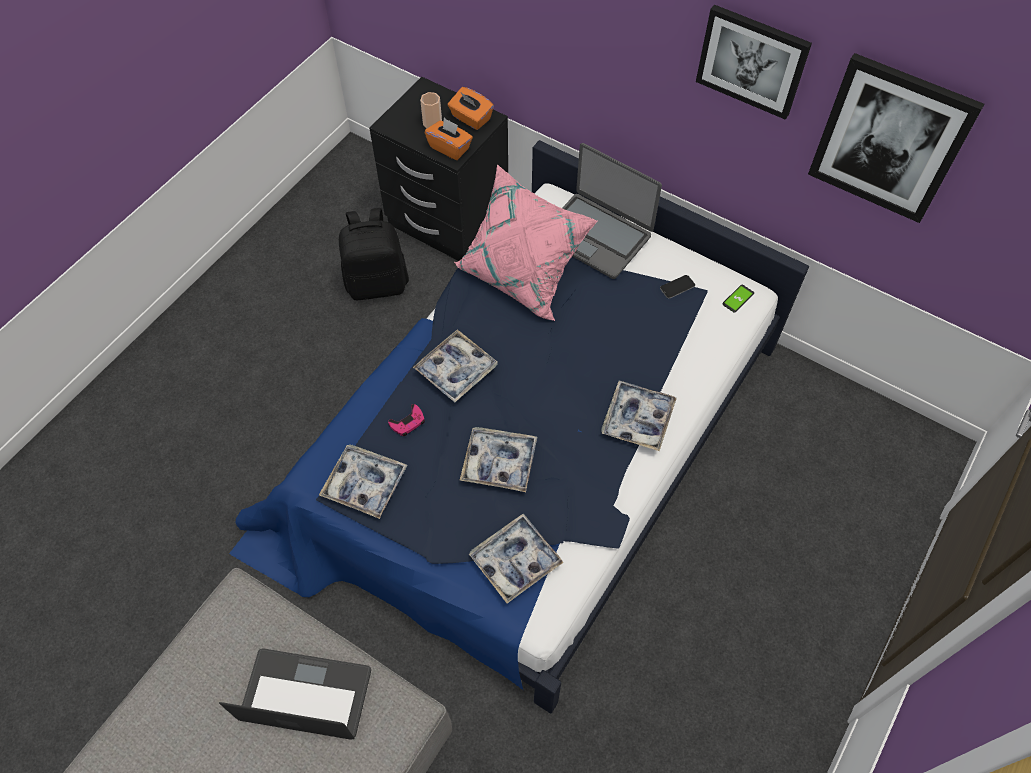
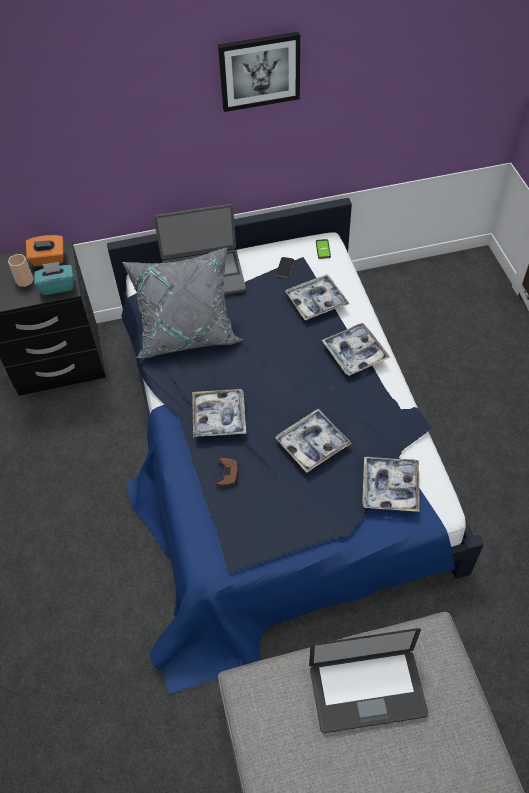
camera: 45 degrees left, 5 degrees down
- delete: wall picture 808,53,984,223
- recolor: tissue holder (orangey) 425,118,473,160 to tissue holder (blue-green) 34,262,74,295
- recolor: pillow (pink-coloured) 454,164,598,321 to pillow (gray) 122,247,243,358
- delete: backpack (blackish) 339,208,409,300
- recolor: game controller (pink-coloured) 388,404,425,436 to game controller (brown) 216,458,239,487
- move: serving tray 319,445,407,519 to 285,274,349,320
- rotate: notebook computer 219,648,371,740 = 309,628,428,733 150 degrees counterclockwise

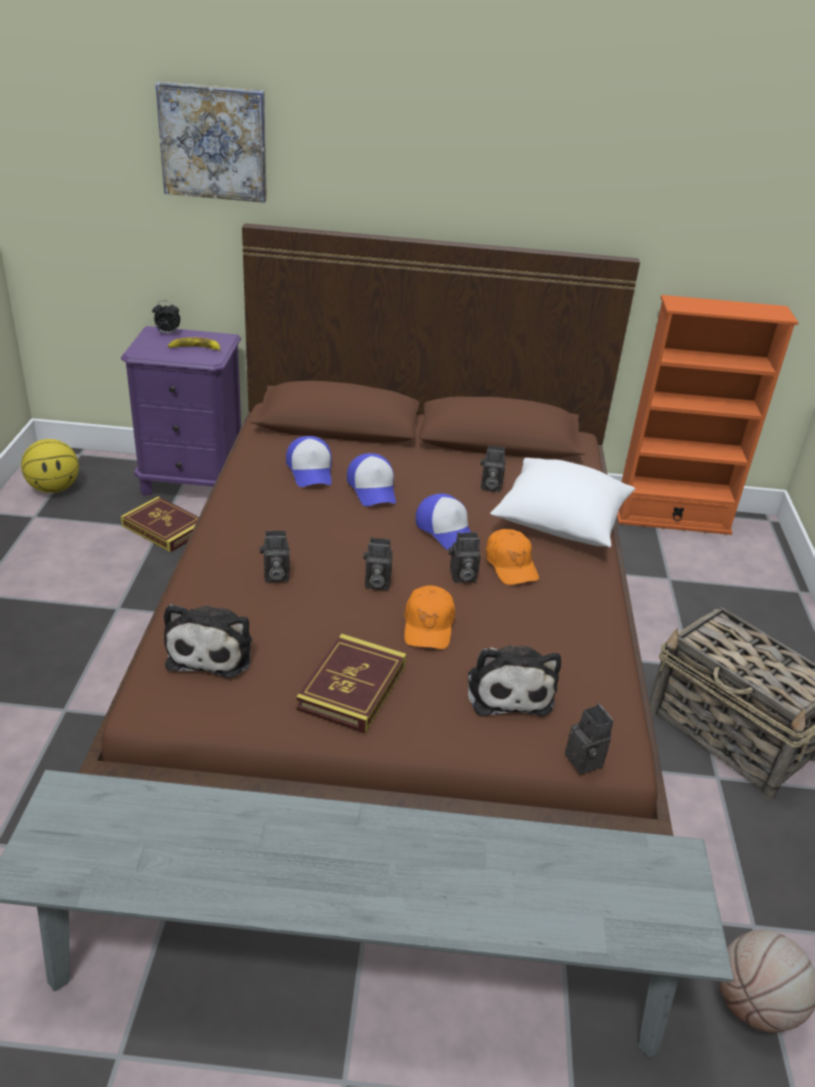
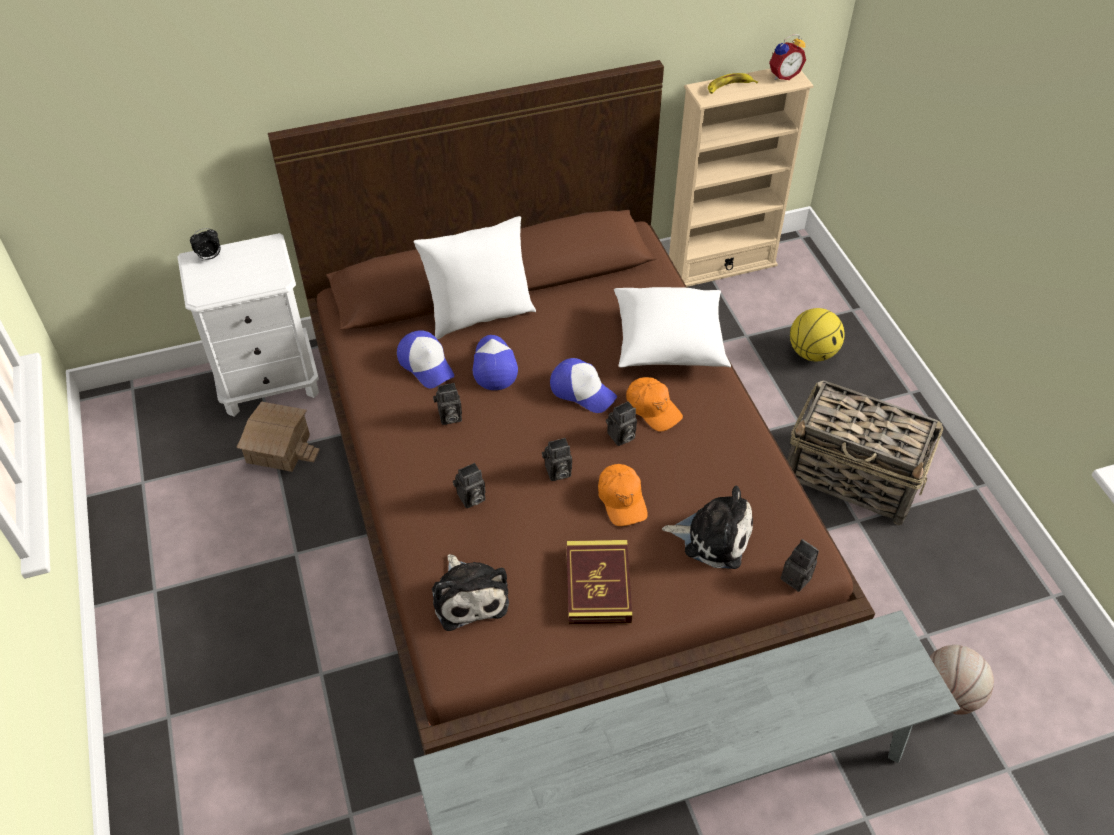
camera: 20 degrees left, 15 degrees up
- delete: wall picture 155,82,267,203
- recolor: bookcase (orangey) 617,295,799,535 to bookcase (beige-coloured) 669,68,814,287
- recolor: night table (purple) 121,326,241,496 to night table (whitish) 177,233,319,417
- move: banana fruit 168,337,221,351 to 708,73,758,94
- move: basketball 21,439,79,493 to 790,308,844,361
- move: photo camera 480,446,506,492 to 433,383,462,425
- rotate: peaked cap 347,453,396,506 = 473,335,518,390 150 degrees counterclockwise
- replace: book 121,496,199,552 to miniature house 236,402,320,472
- rotate: cuddly toy 468,645,561,716 = 662,485,753,569 45 degrees counterclockwise
- insert: alarm clock 769,34,806,80
- insert: pillow (whitish) 414,216,536,339

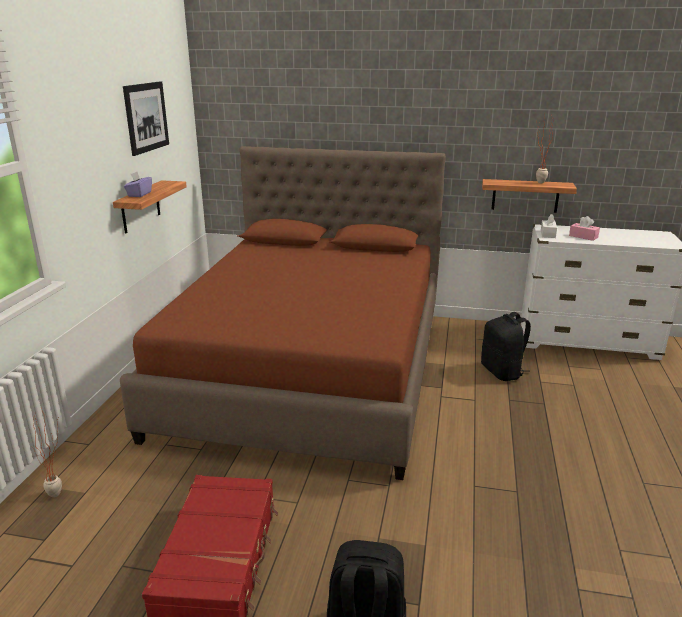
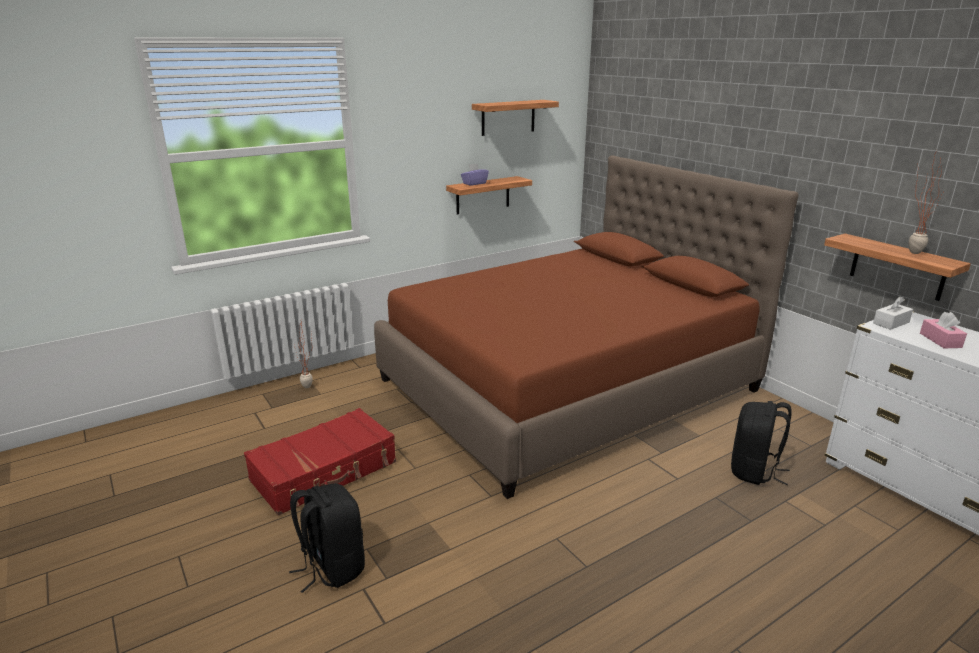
camera: 45 degrees right, 0 degrees up
- replace: wall picture 123,81,169,156 to shelf 472,100,559,136

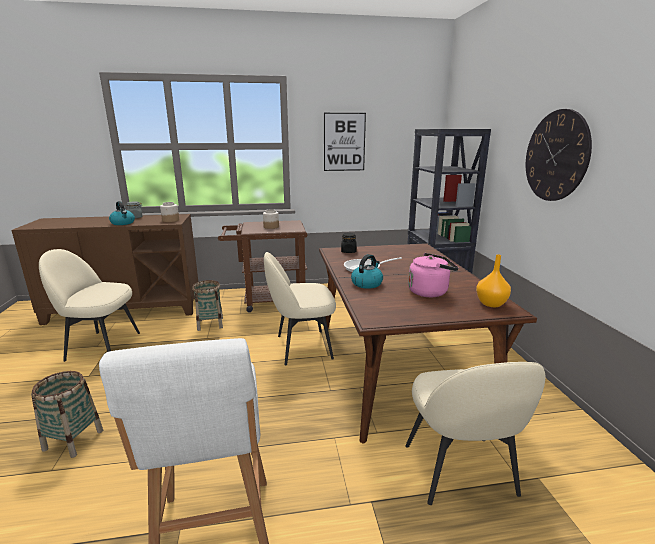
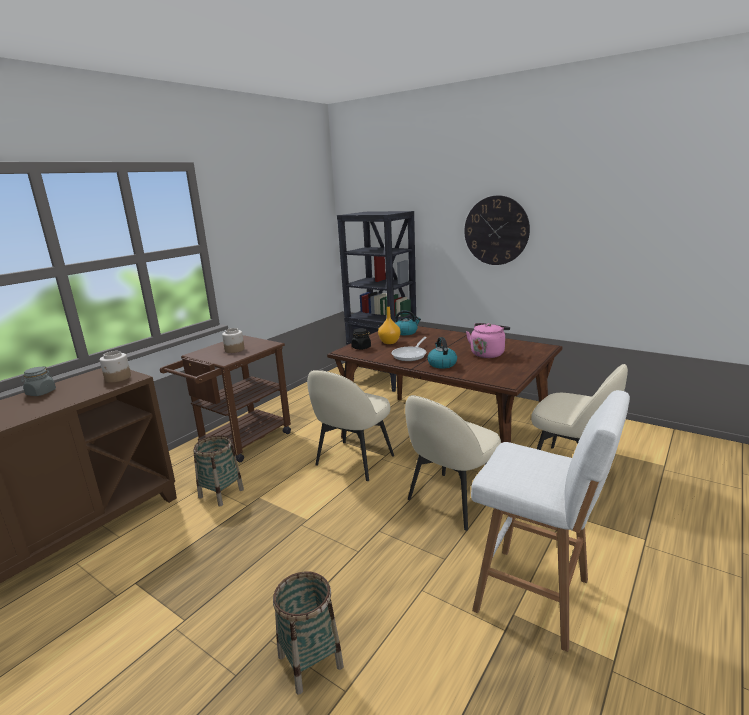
camera: 45 degrees left, 0 degrees up
- delete: wall picture 324,113,366,171
- move: kettle 109,201,135,225 to 395,310,421,335
- move: upright chair (beige-coloured) 39,249,140,362 to 405,395,501,531
- move: decorative vase (orangey) 476,254,511,307 to 378,307,401,344

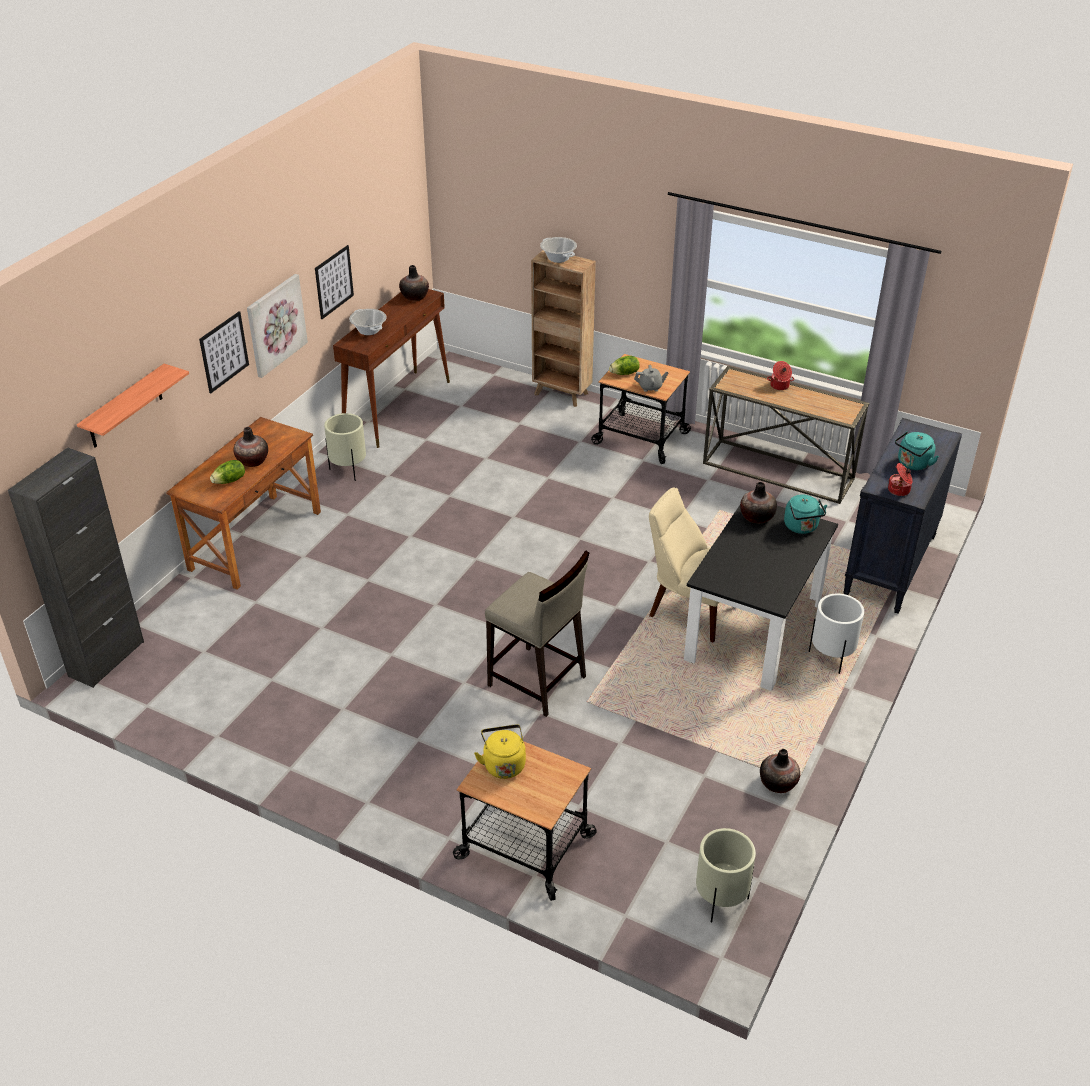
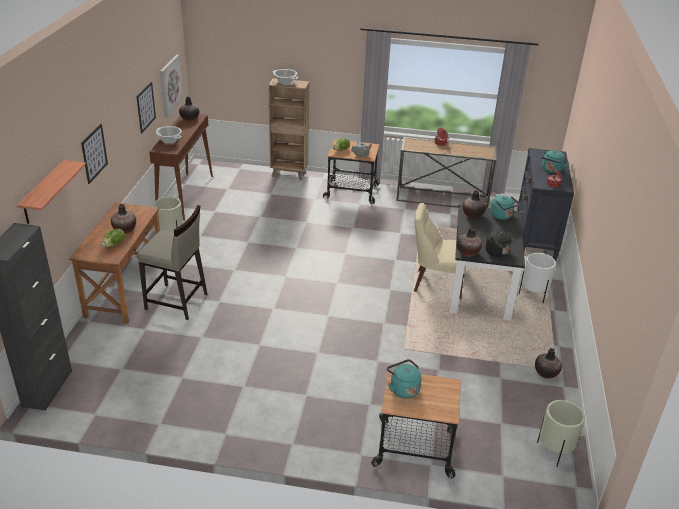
camera: 20 degrees left, 5 degrees down
- move: wall picture 247,274,308,378 to 160,54,183,117
- move: stool seat (beige-coloured) 485,550,589,717 to 137,205,207,320
- recolor: kettle (yellow) 474,724,526,779 to kettle (blue-green) 387,359,421,399
- insert: decorative vase 457,227,482,257
- insert: kettle (blackish) 485,231,516,257

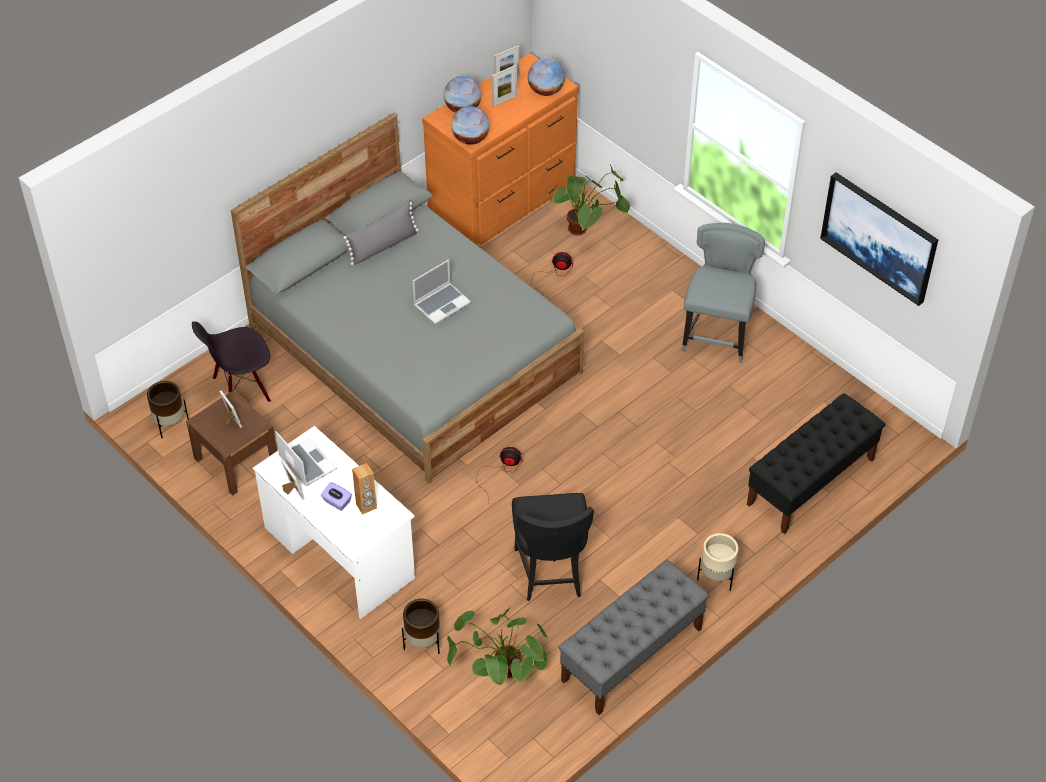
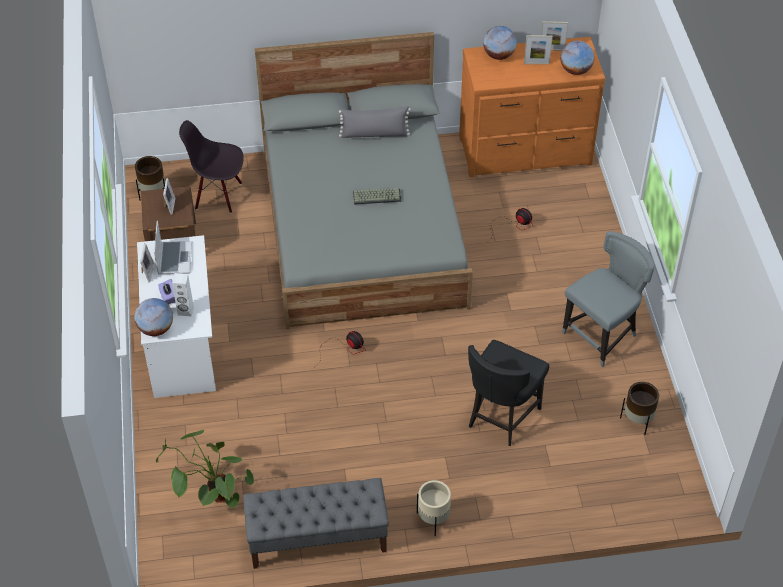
camera: 35 degrees right, 0 degrees up
- move: world globe 451,106,489,145 to 134,298,173,336
- delete: plant in a pot 549,165,630,235
- delete: wall picture 820,172,938,306
- replace: notebook computer 413,259,471,324 to PC keyboard 353,188,401,205
- delete: bench (blackish) 747,393,885,534
- recolor: speaker (brown) 352,463,377,515 to speaker (whitish) 172,273,194,316
- move: upright chair (blackish) 512,493,594,601 to 468,340,549,446
- move: plant pot (brown) 402,599,440,654 to 620,382,659,435

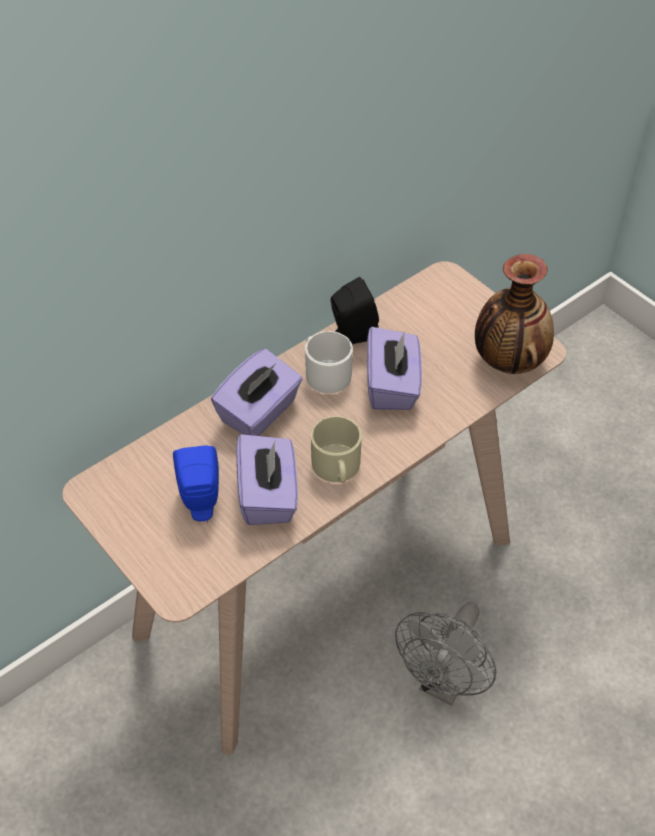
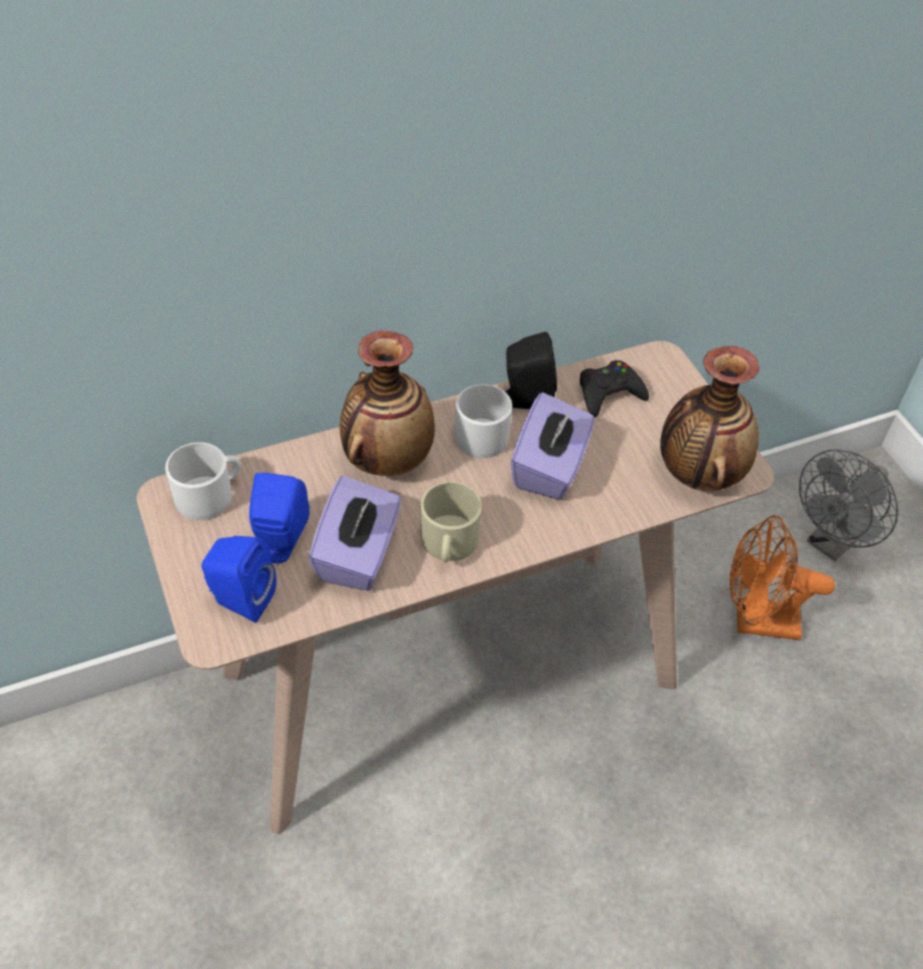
camera: 15 degrees right, 0 degrees up
- replace: tissue holder (purple) 211,349,303,436 to decorative vase 340,331,435,476
- move: fan (gray) 395,602,496,706 to 799,449,898,562
- insert: game controller (blackish) 580,360,649,417
- insert: tea mug (whitish) 165,442,241,520
- insert: fan (orangey) 730,515,835,640
- insert: speaker (blue) 201,536,276,623

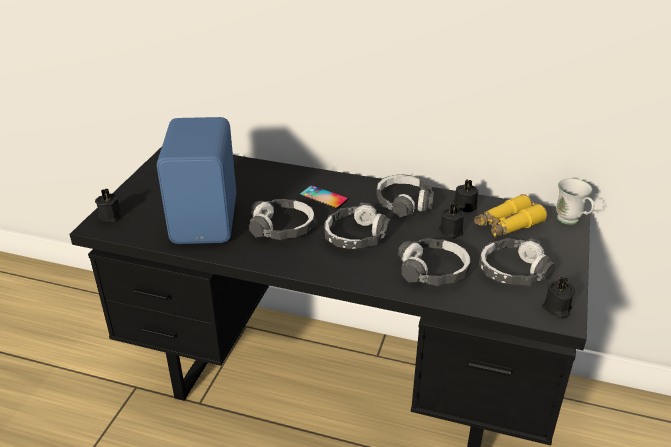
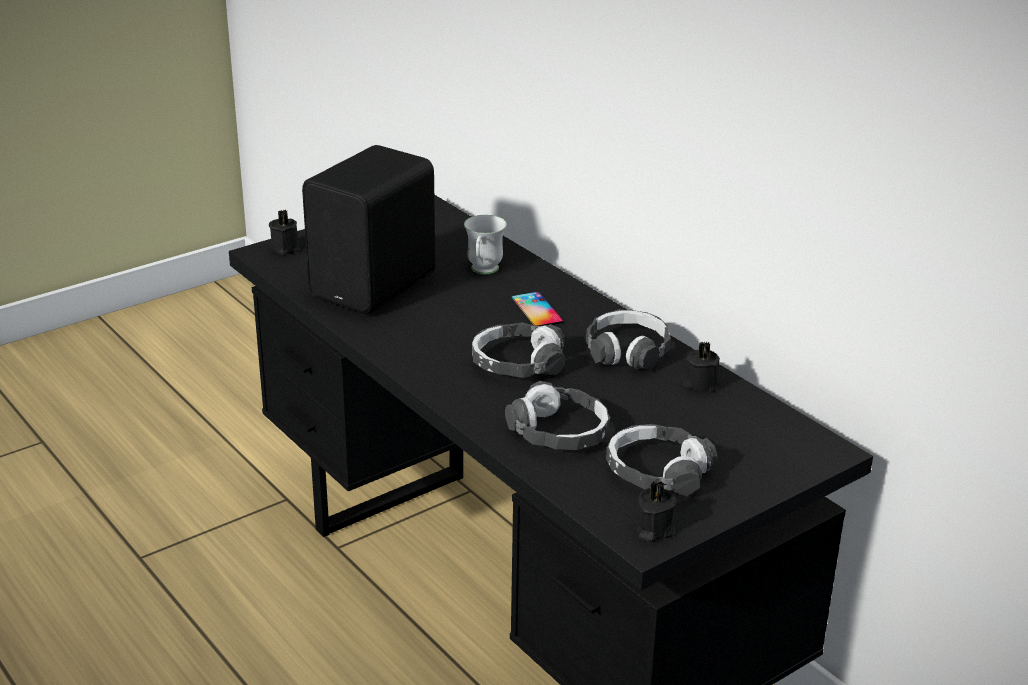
camera: 35 degrees right, 5 degrees down
- recolor: speaker (blue) 157,117,236,244 to speaker (blackish) 302,145,435,314
- move: tea mug (whitish) 556,179,594,225 to 464,215,507,274
- delete: binoculars (yellow) 474,194,547,238
- delete: pair of headphones 249,199,315,240
- delete: wax candle (blackish) 439,203,464,238

